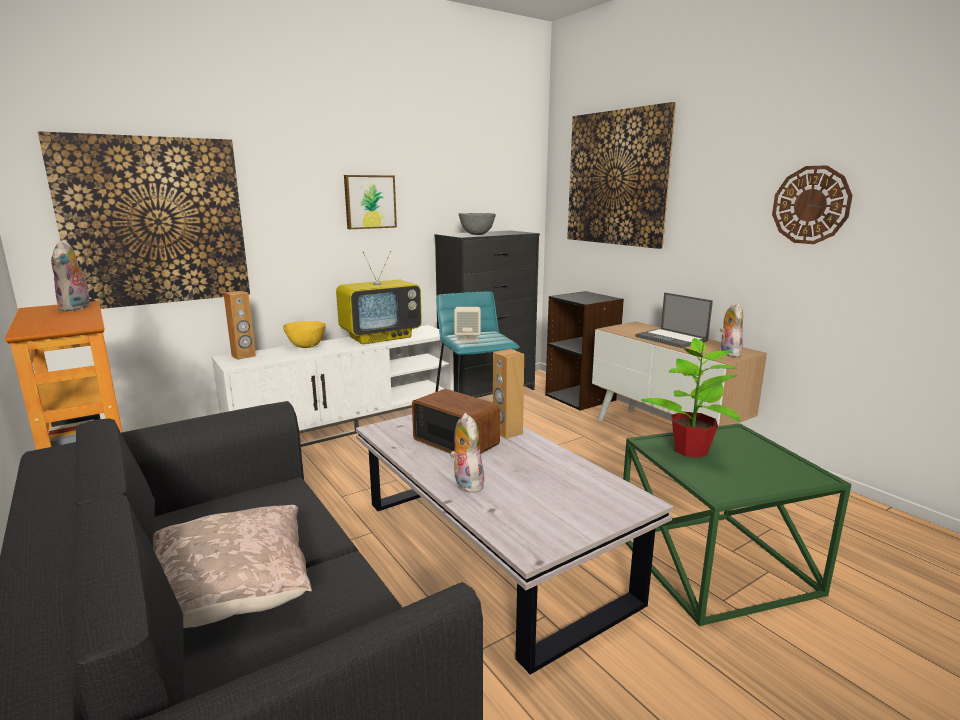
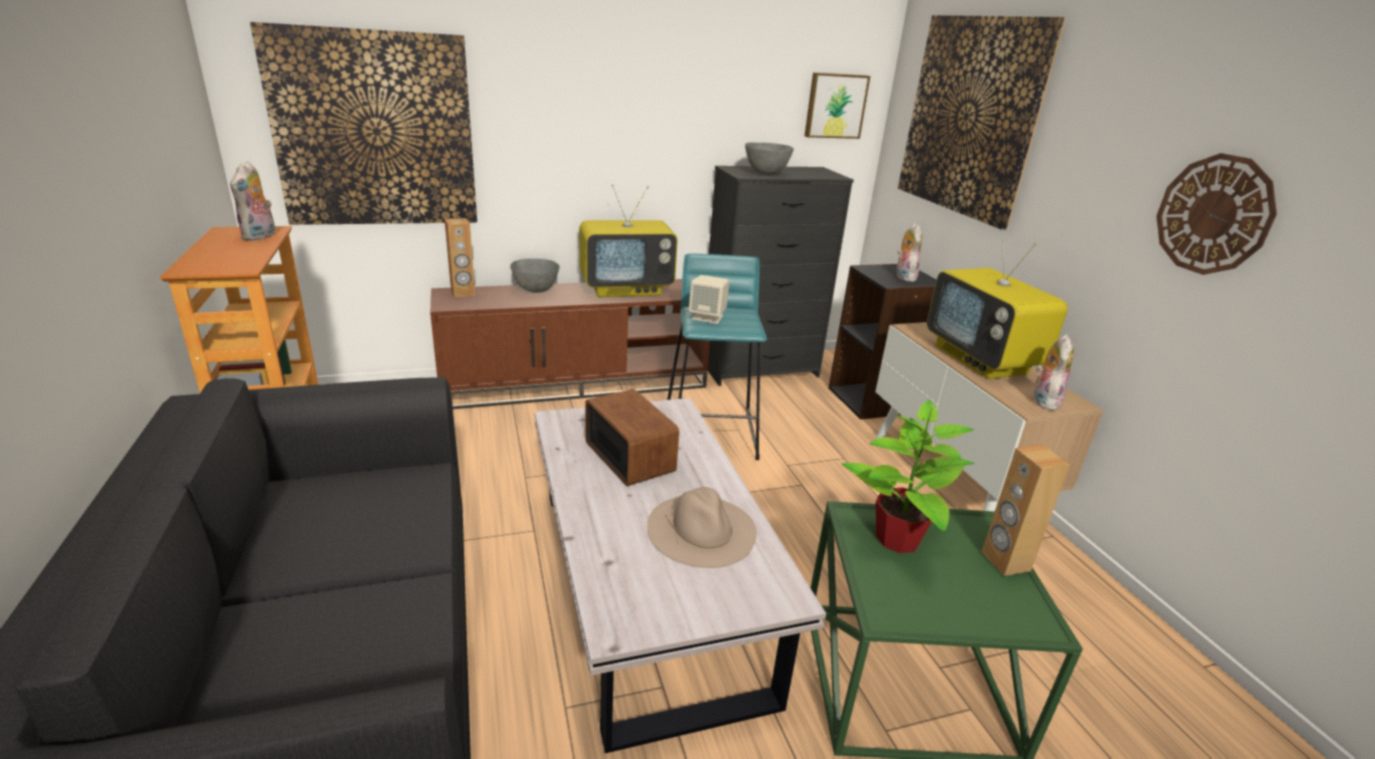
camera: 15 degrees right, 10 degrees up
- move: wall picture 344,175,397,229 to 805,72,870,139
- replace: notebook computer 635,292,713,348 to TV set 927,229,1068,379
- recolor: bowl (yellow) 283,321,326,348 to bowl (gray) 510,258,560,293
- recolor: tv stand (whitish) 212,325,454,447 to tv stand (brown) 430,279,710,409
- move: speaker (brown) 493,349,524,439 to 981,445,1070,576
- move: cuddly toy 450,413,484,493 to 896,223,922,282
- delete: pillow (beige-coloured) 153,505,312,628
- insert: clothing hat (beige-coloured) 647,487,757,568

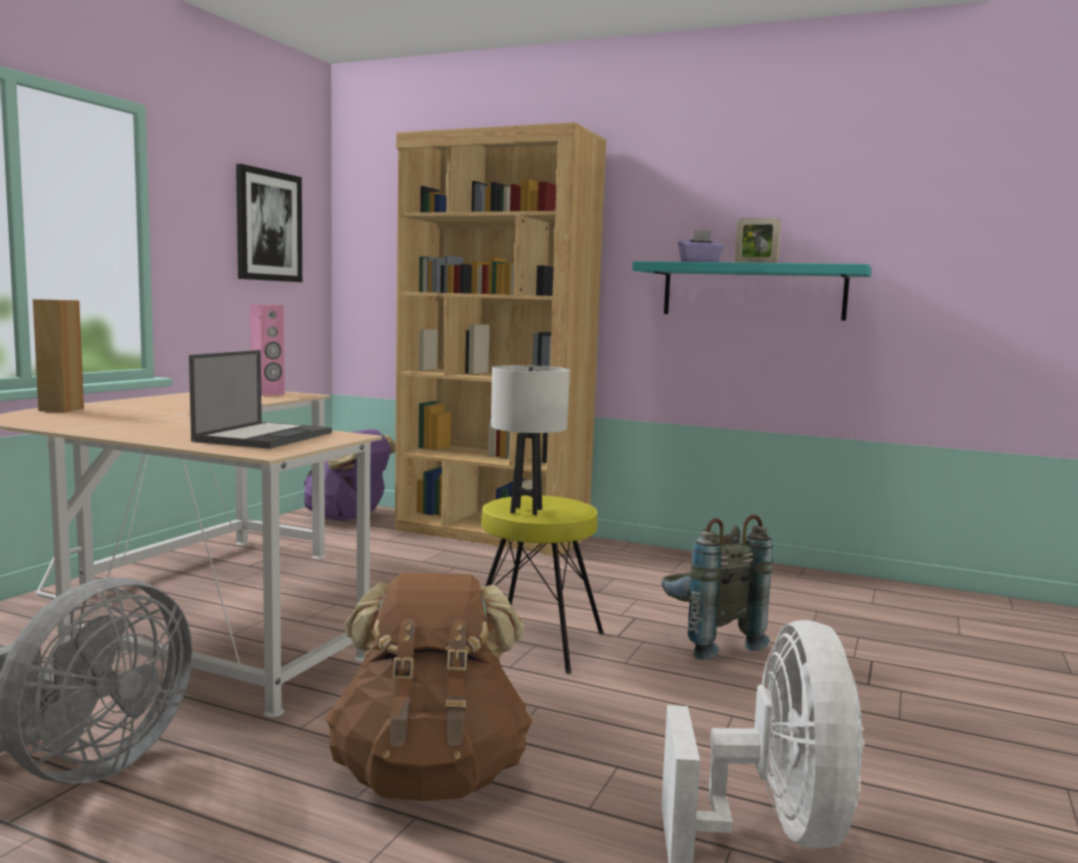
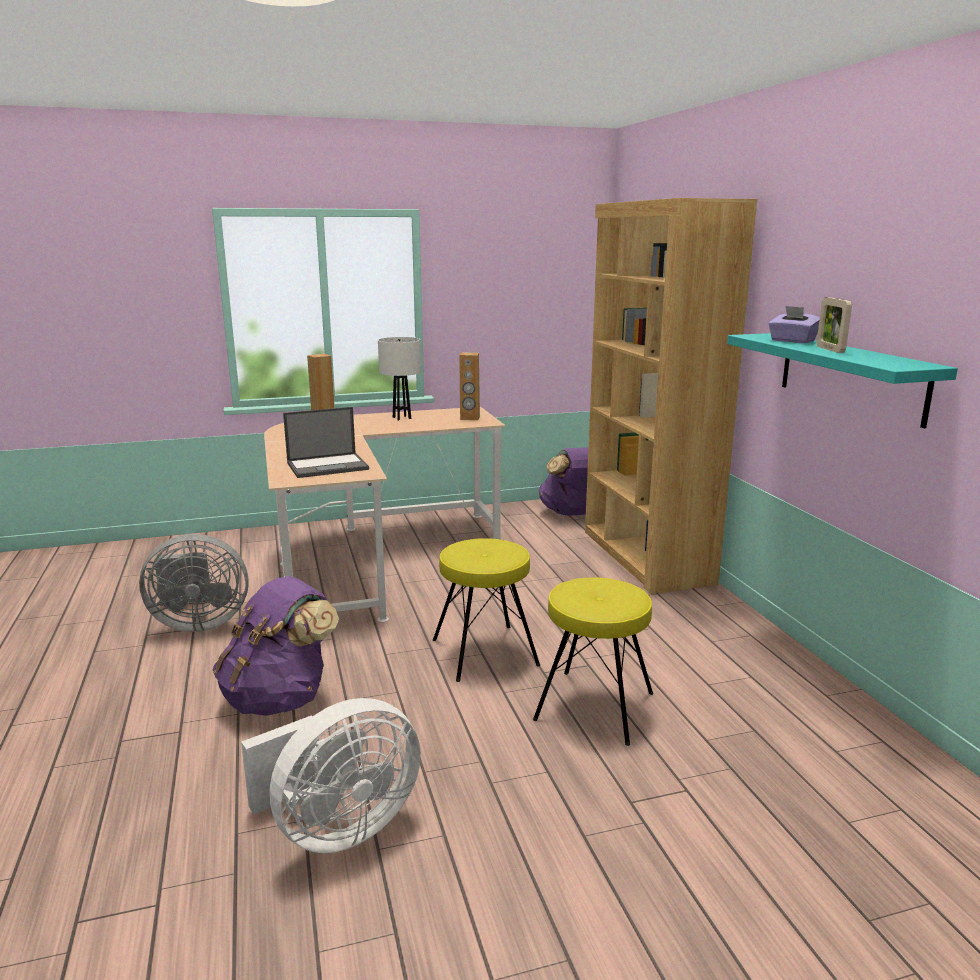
camera: 50 degrees right, 10 degrees up
- delete: wall picture 236,164,302,282
- recolor: speaker (pink-coloured) 250,304,285,396 to speaker (brown) 459,353,480,420
- move: lamp for a table (whitish) 491,365,570,515 to 378,337,421,420
- replace: backpack (gray) 661,514,773,660 to stool seat (yellow) 533,577,653,746
- recolor: backpack (brown) 326,573,532,801 to backpack (purple) 213,576,339,716

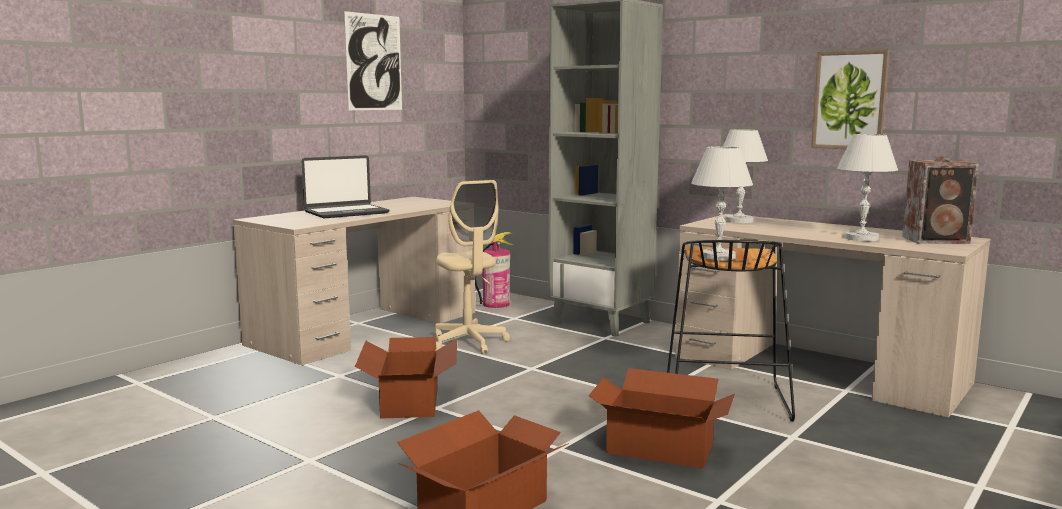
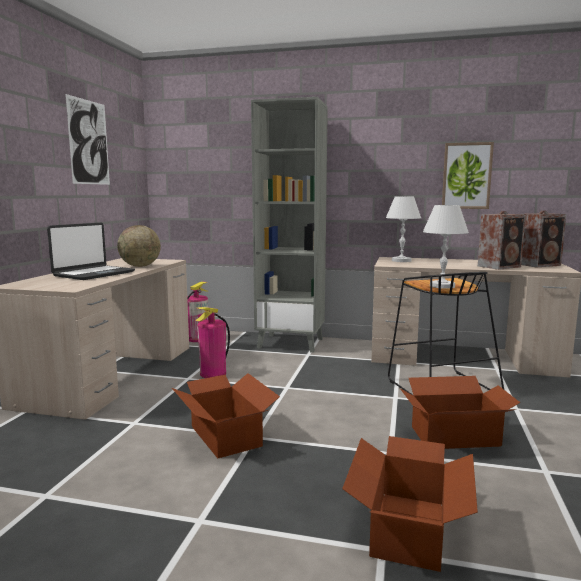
camera: 25 degrees left, 0 degrees up
- replace: lamp for a table (whitish) 837,134,898,241 to speaker 478,211,526,270
- replace: desk chair (beige-coloured) 435,180,510,354 to extinguisher 195,307,230,378
- insert: world globe 117,225,161,267

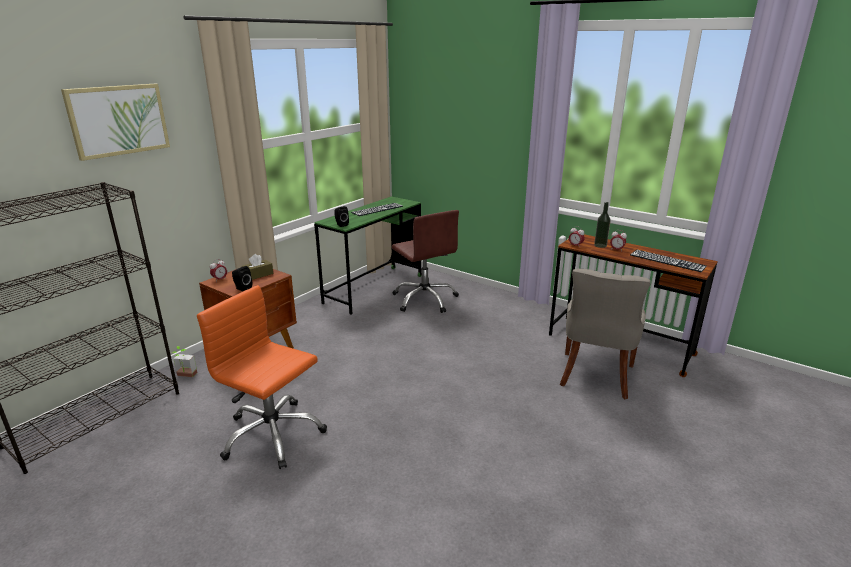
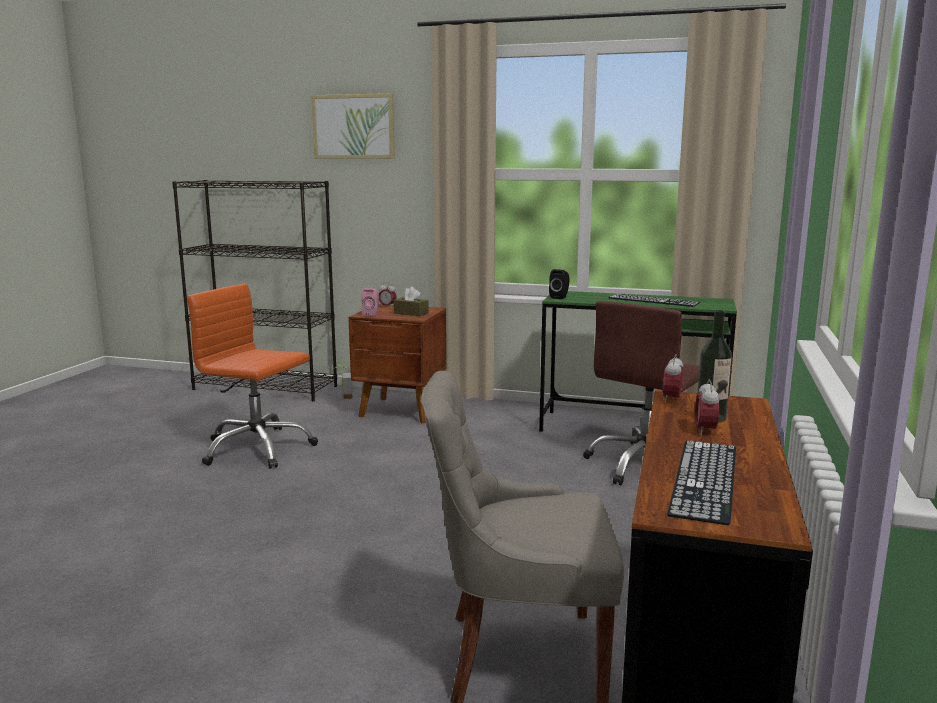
camera: 70 degrees right, 10 degrees down
- recolor: speaker (blackish) 232,266,252,291 to speaker (pink-coloured) 361,288,379,316
- rotate: desk chair (orangey) 197,285,327,469 = 187,284,318,469 75 degrees counterclockwise

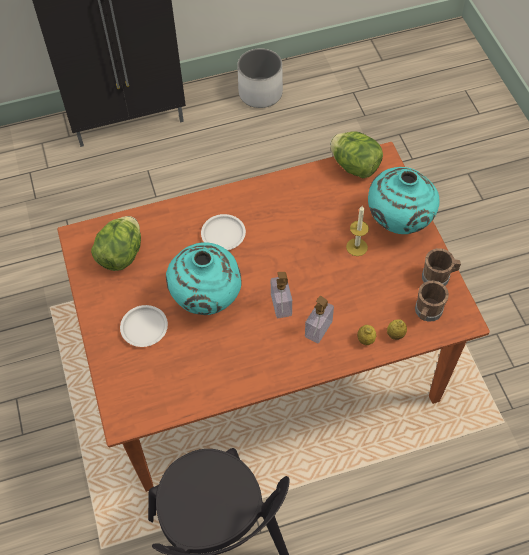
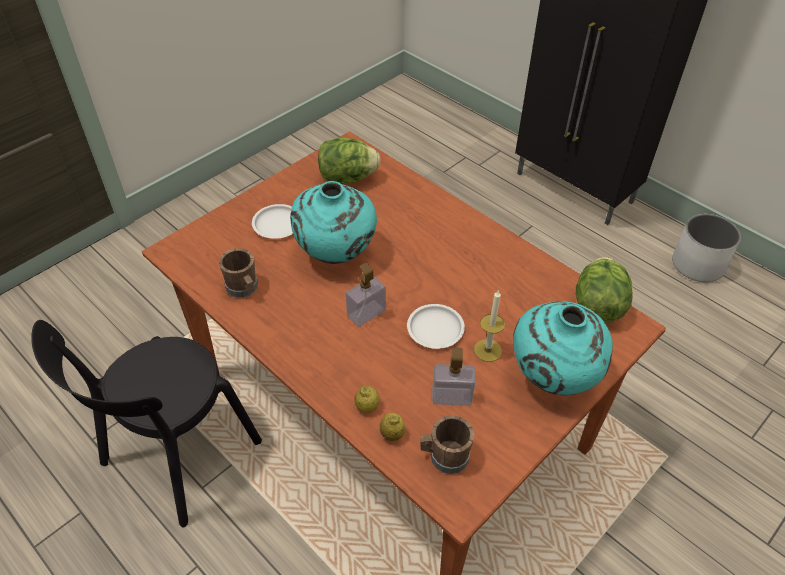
camera: 60 degrees right, 10 degrees down
- move: dinner plate (whitish) 201,214,246,250 to 407,304,465,349
- move: tea mug (brown) 422,248,461,286 to 219,248,258,298
- move: soap dispenser 305,296,334,343 to 432,348,475,406

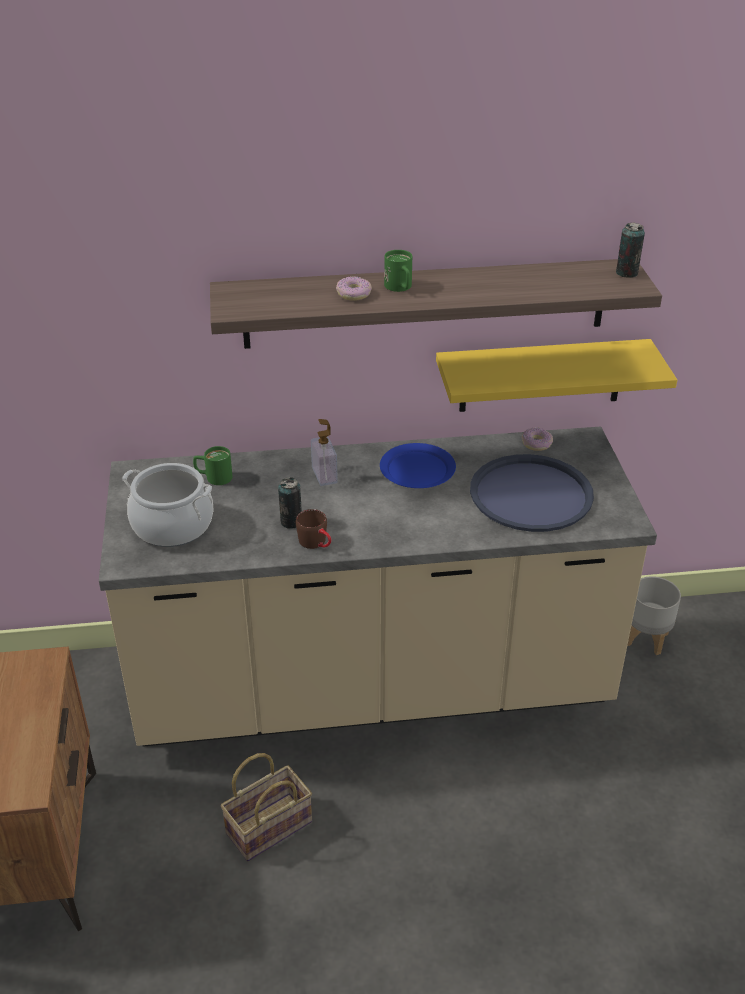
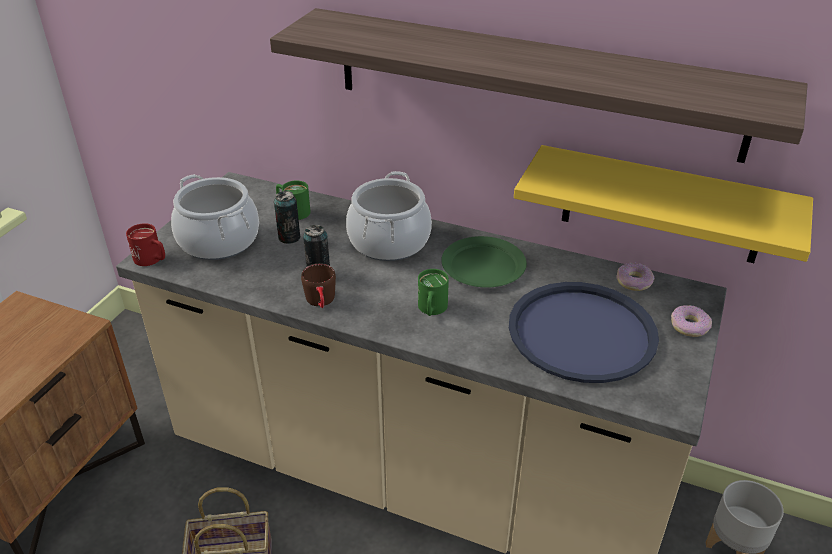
camera: 30 degrees right, 0 degrees up
- move: metal can 616,222,645,278 to 274,191,300,244
- move: tea mug (green) 384,250,412,292 to 418,269,449,316
- move: ring doughnut 336,276,372,301 to 671,305,712,337
- replace: soap dispenser 311,419,338,486 to stockpot 346,171,432,261
- recolor: dinner plate (blue) 380,443,456,488 to dinner plate (green) 441,236,527,287
- insert: tea mug (red-coloured) 126,223,165,266

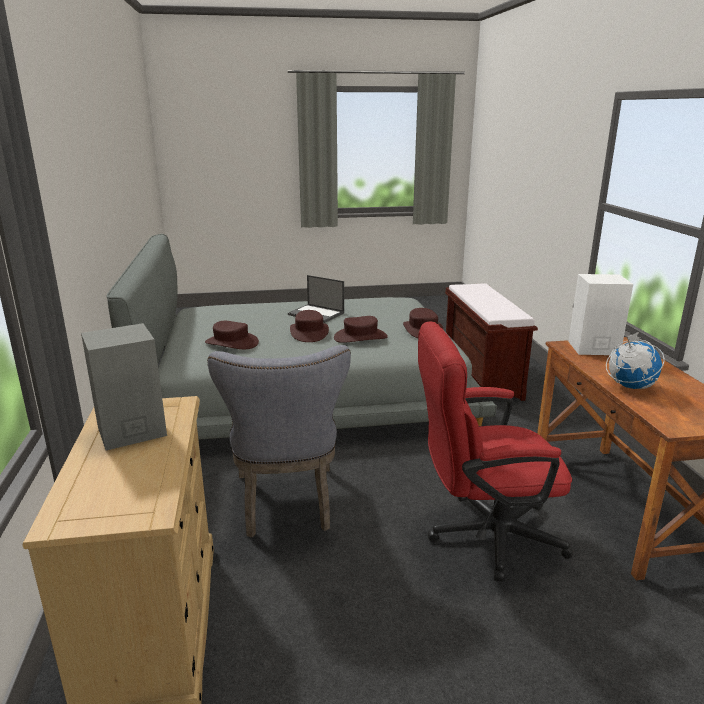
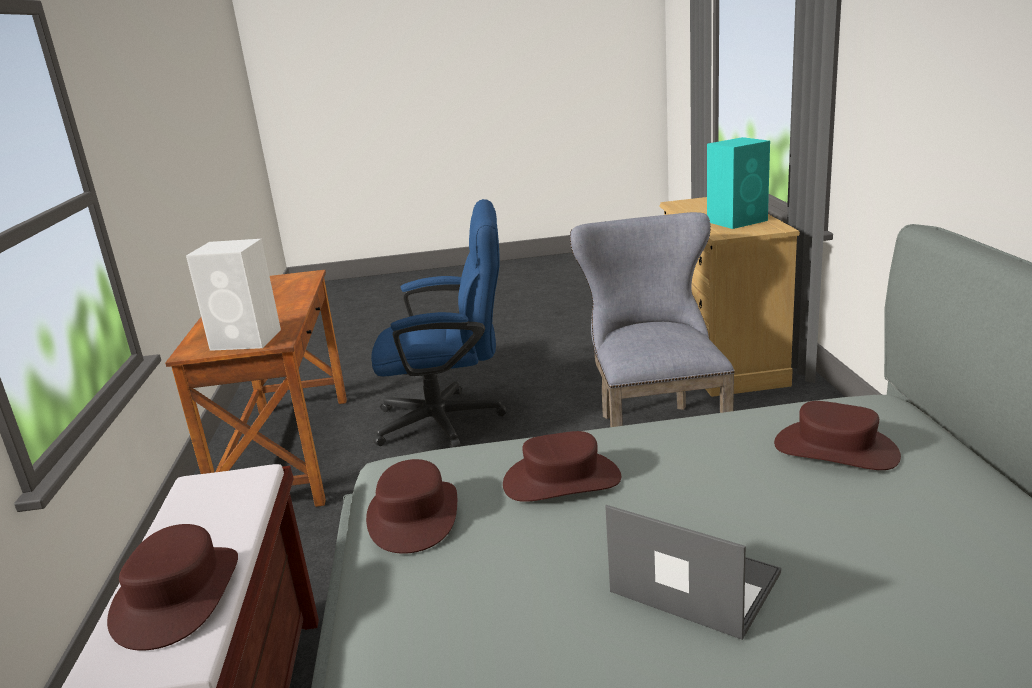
camera: 175 degrees left, 0 degrees up
- move: clothing hat (brown) 290,310,329,342 to 107,524,238,651
- recolor: desk chair (red-coloured) 418,321,574,582 to desk chair (blue) 371,199,506,448
- recolor: speaker (gray) 81,323,167,451 to speaker (blue-green) 707,137,770,229
- delete: world globe 606,332,665,389

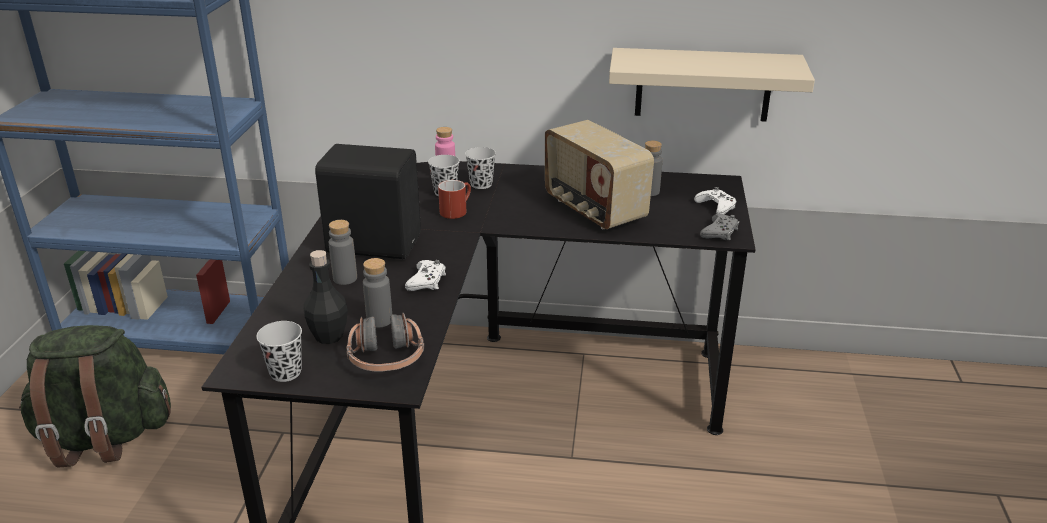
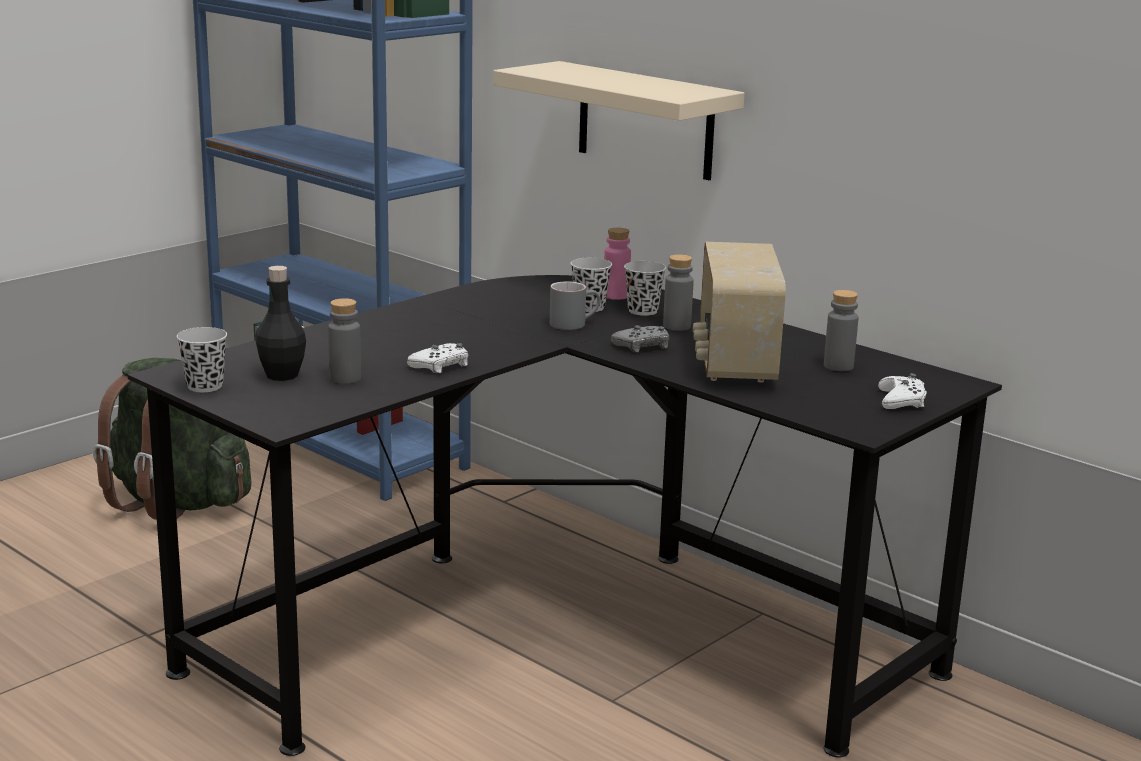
camera: 35 degrees right, 10 degrees down
- move: shelf (beige-coloured) 609,48,815,122 to 493,61,744,180
- delete: speaker (blackish) 315,144,421,259
- recolor: tea mug (red-coloured) 438,180,471,219 to tea mug (gray) 550,281,601,330
- move: game controller (gray) 700,214,739,240 to 611,325,670,352
- move: drink bottle (gray) 329,220,357,285 to 663,254,694,331
- delete: pair of headphones 346,313,424,372

